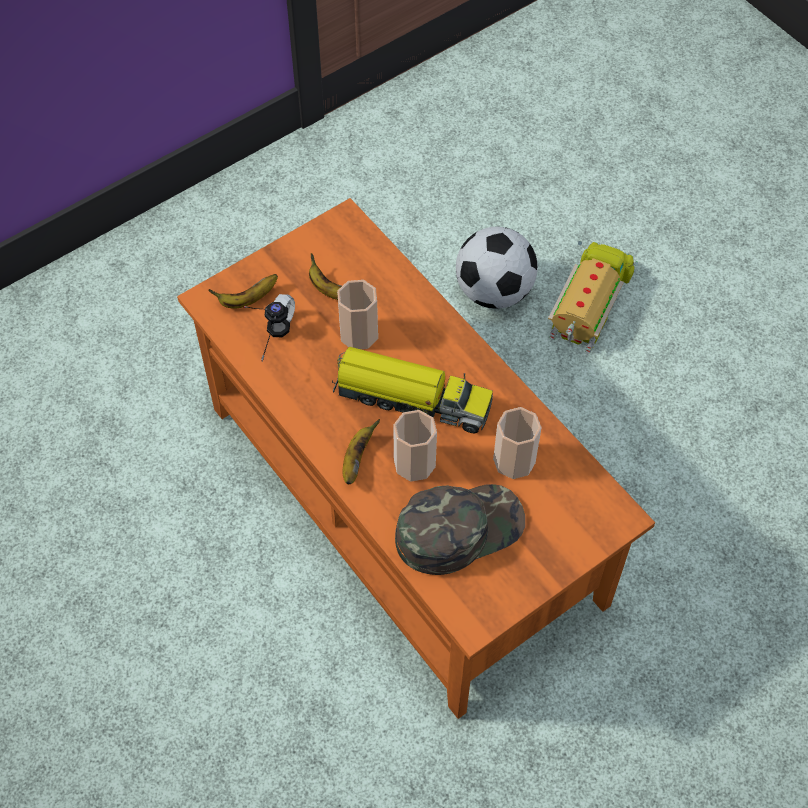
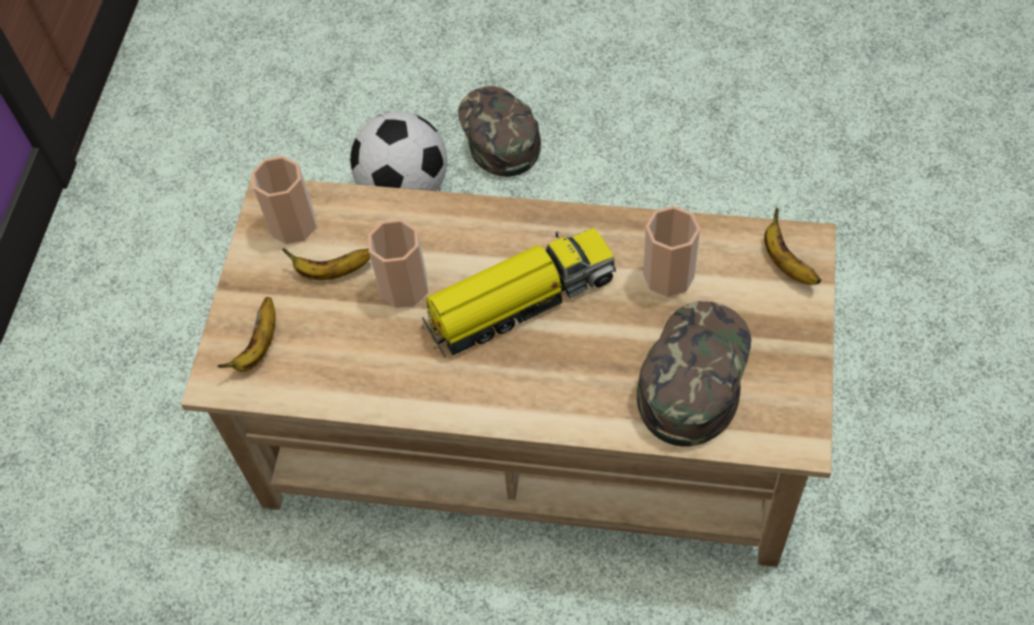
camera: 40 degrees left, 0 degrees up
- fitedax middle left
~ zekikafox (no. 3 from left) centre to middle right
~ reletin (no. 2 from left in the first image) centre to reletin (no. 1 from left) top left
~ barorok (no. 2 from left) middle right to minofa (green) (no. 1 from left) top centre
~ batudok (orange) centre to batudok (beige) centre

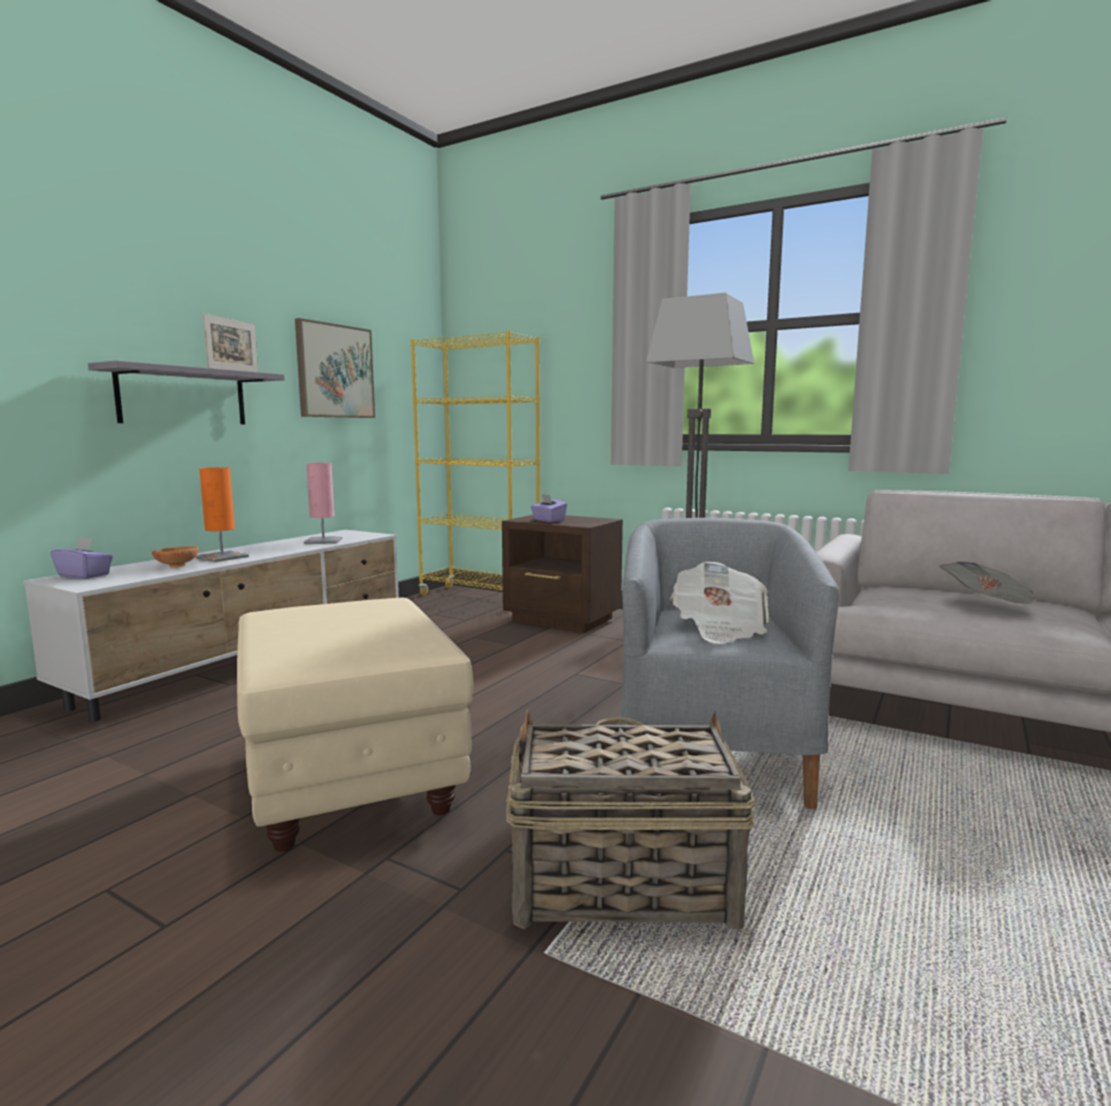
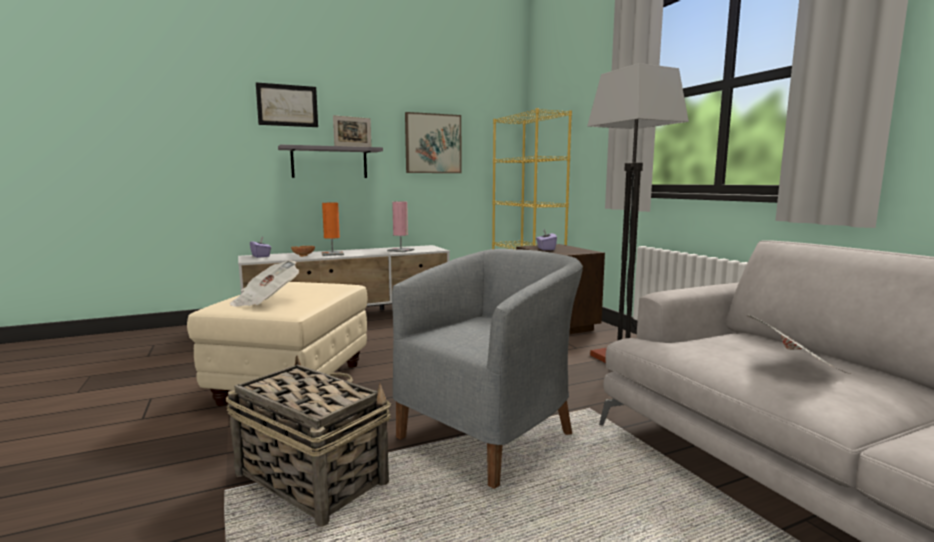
camera: 35 degrees right, 0 degrees up
+ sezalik (no. 1 from left) top left
~ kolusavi (no. 1 from left) centre to middle left

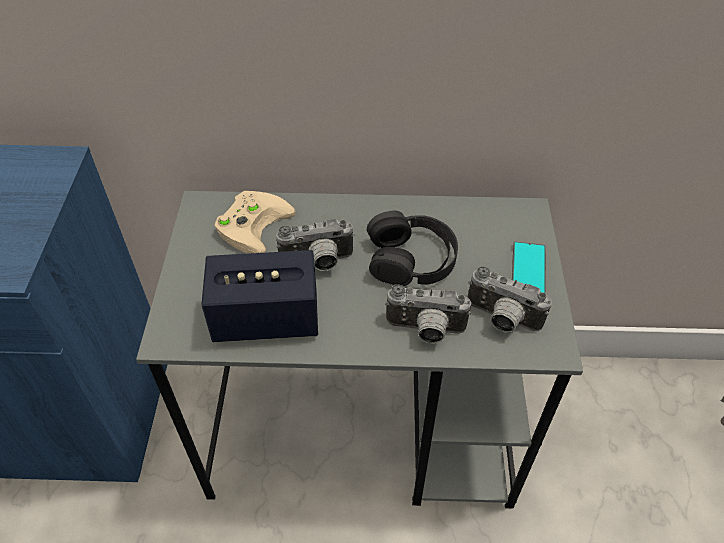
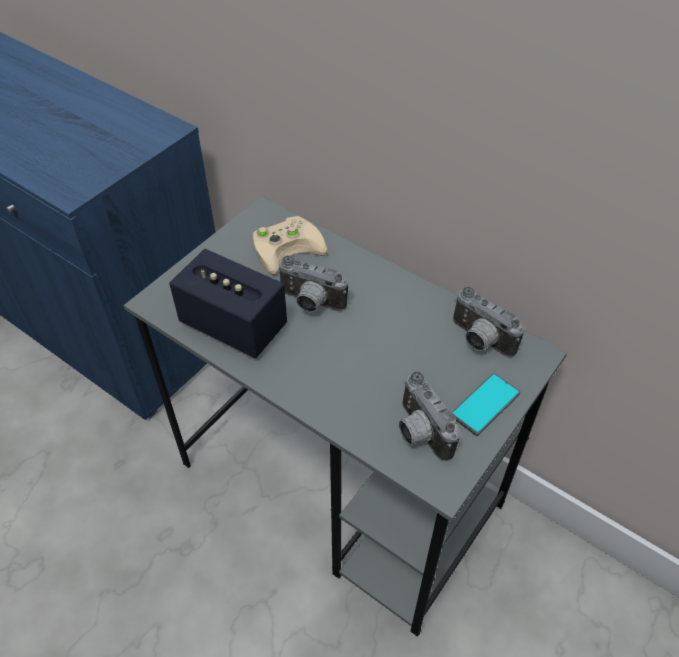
camera: 35 degrees right, 0 degrees up
- fitedax (black) centre
~ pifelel (no. 2 from left in the first image) centre to pifelel (no. 3 from left) middle right

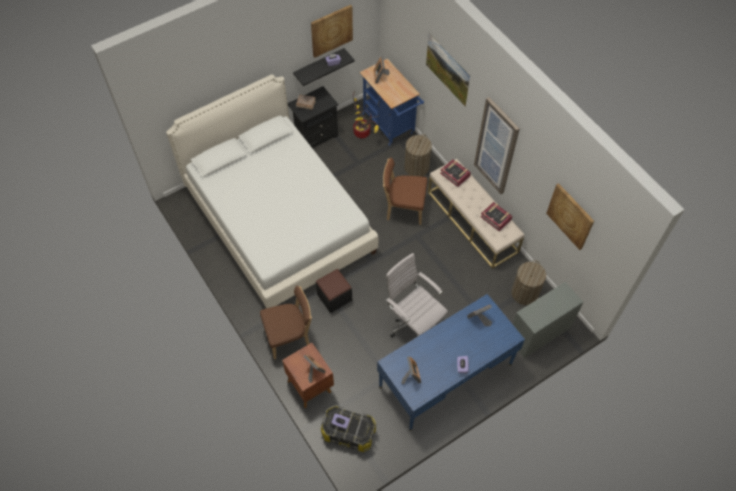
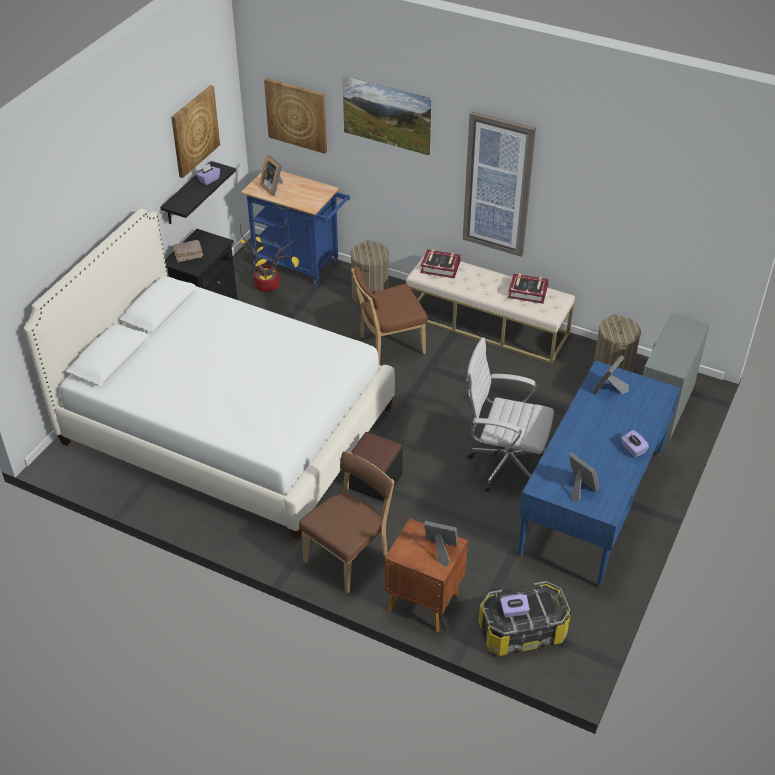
camera: 30 degrees left, 15 degrees down
~ sezalik (no. 4 from left in the first image) middle right to sezalik (no. 2 from left) top centre

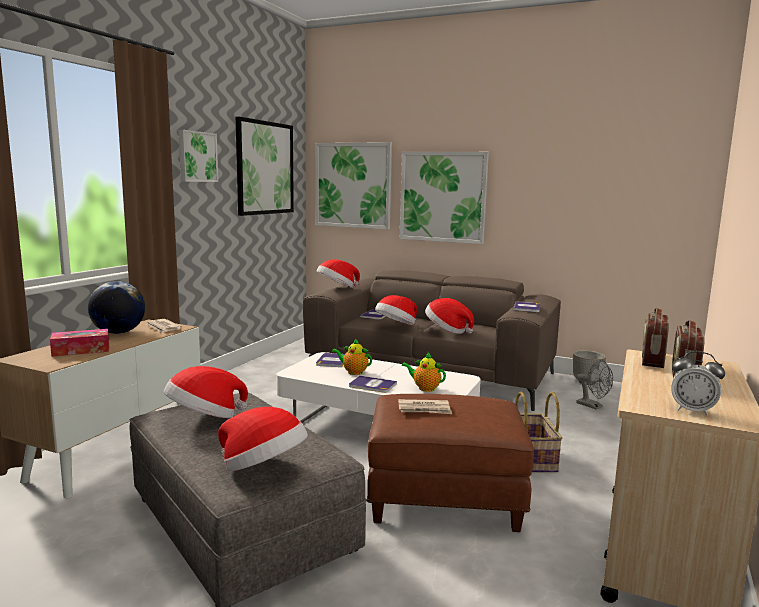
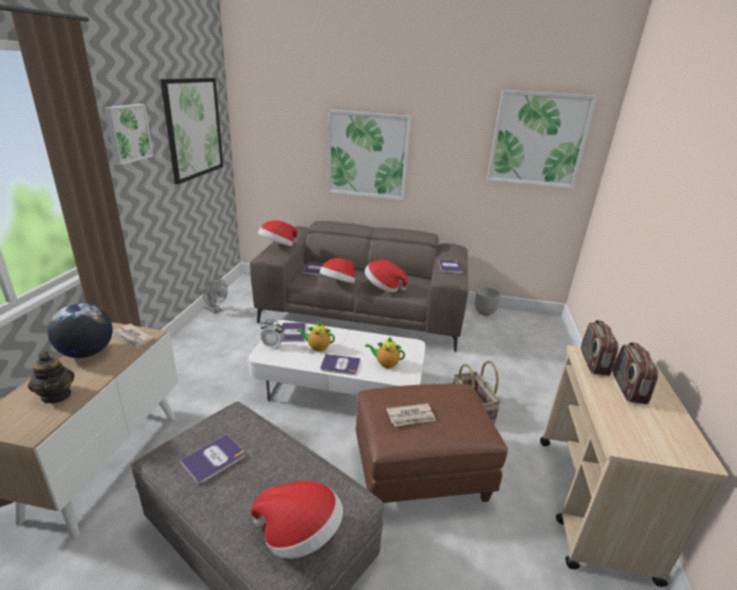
camera: 15 degrees left, 15 degrees up
~ sezalik (no. 3 from left in the first image) top centre to sezalik (no. 4 from left) top right
~ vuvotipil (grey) middle right to middle left
~ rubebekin middle right to centre
~ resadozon middle left to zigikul (no. 1 from left) middle left
~ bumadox (no. 1 from left) middle left to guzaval (no. 1 from left) bottom left

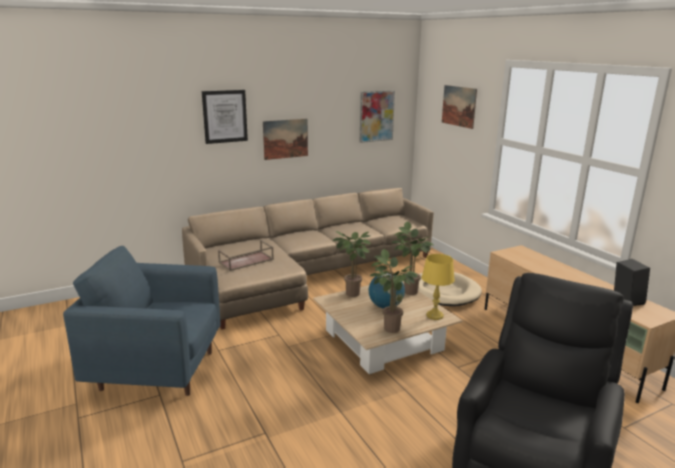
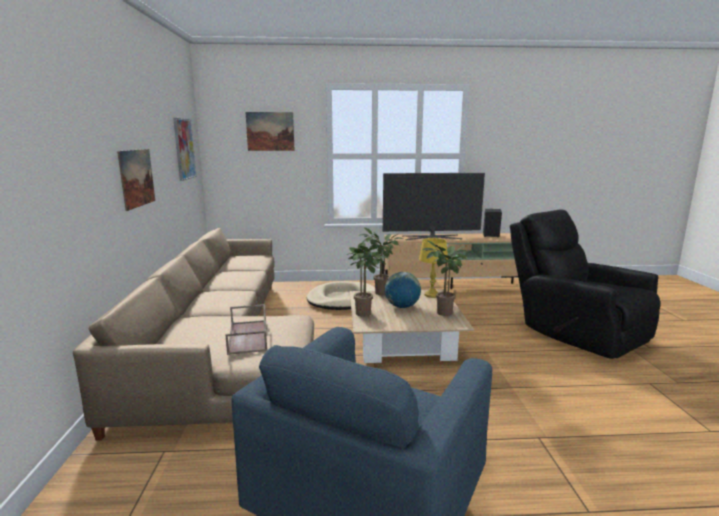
camera: 65 degrees left, 5 degrees down
- sezalik (no. 1 from left) top centre
+ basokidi centre

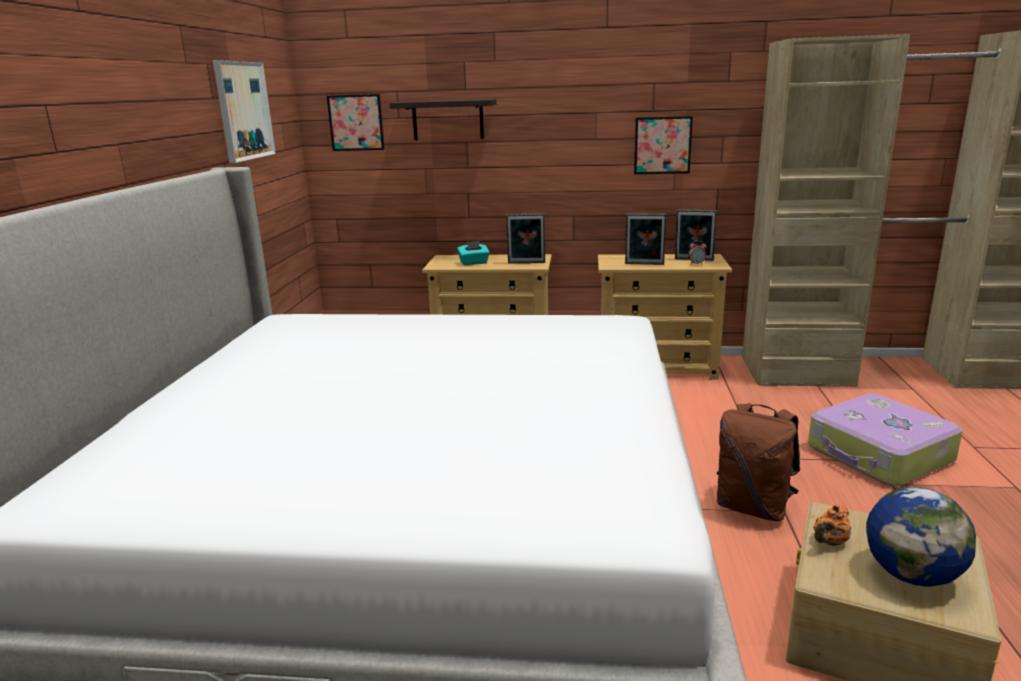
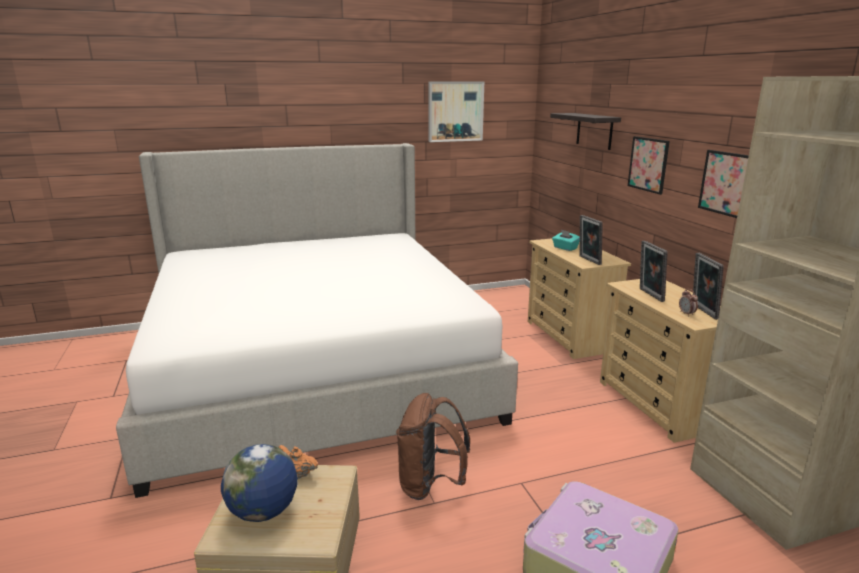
camera: 65 degrees right, 0 degrees up
~ sezalik (no. 2 from left) top centre to top right

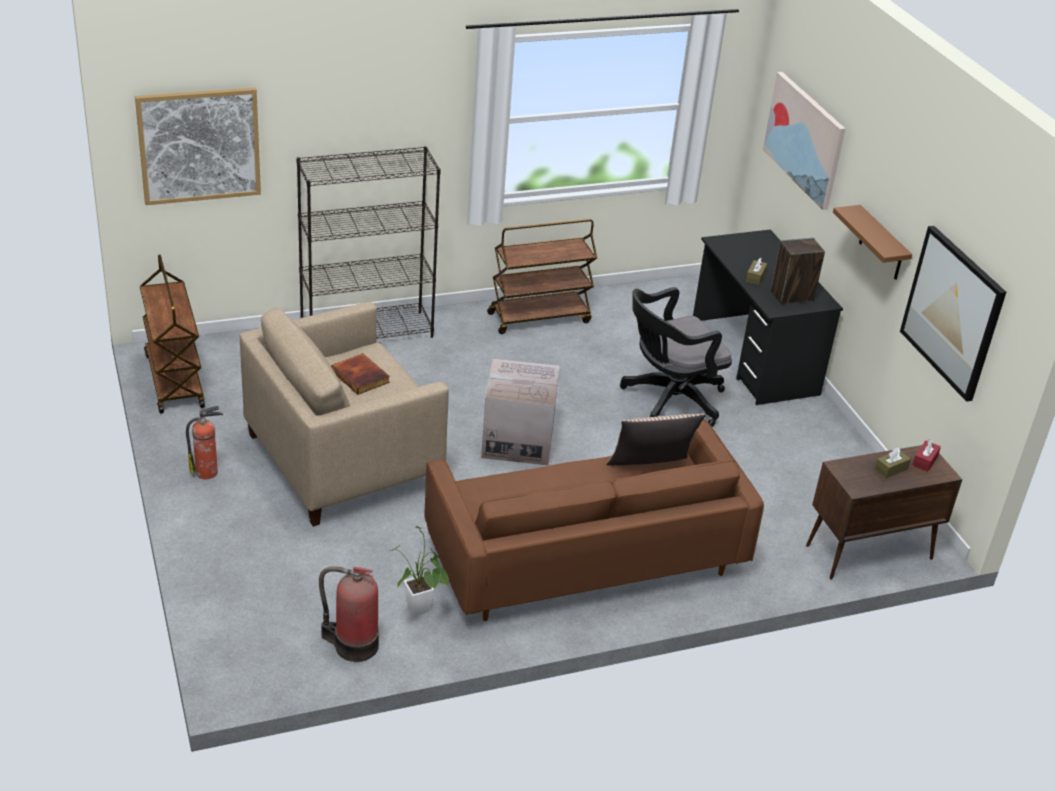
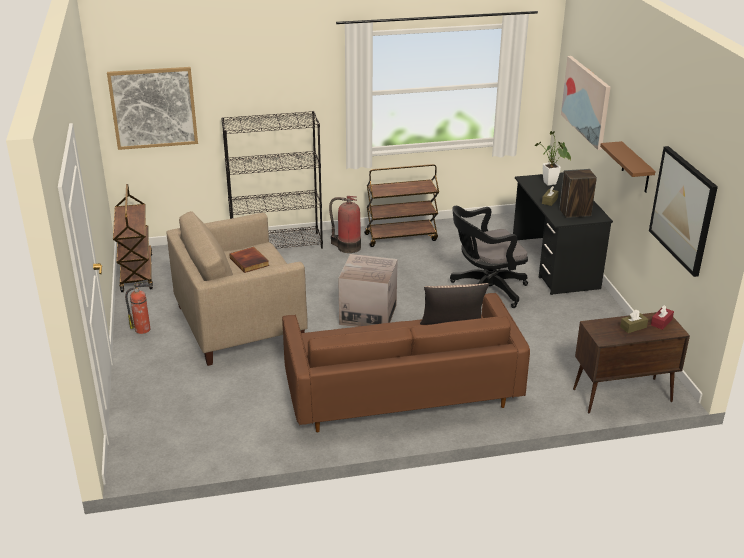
camera: 10 degrees right, 5 degrees down
~ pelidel (no. 2 from left) bottom left to centre
~ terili bottom centre to top right

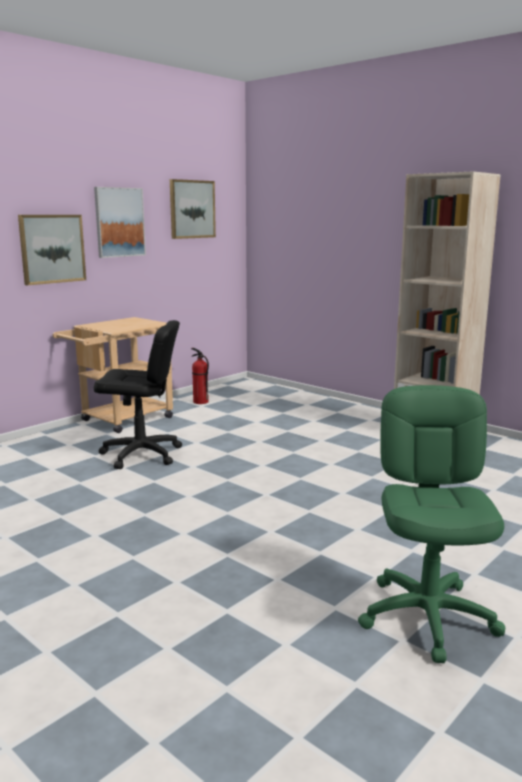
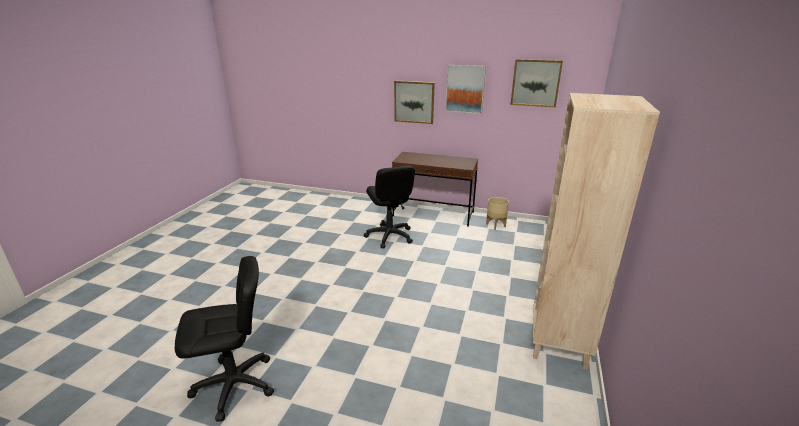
camera: 65 degrees right, 10 degrees up
~ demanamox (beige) middle left to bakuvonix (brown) centre
~ pelidel centre to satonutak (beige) centre
~ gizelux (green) bottom right to gizelux (black) (no. 1 from left) bottom left

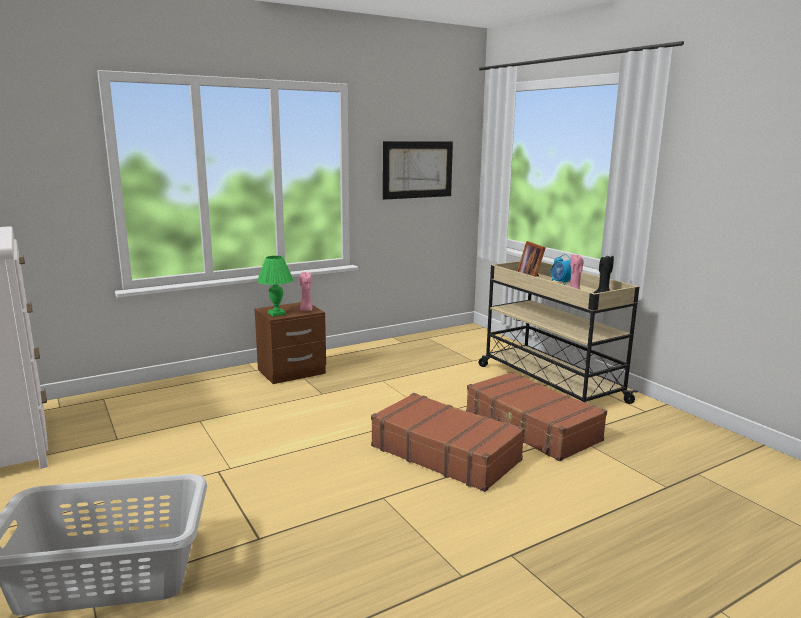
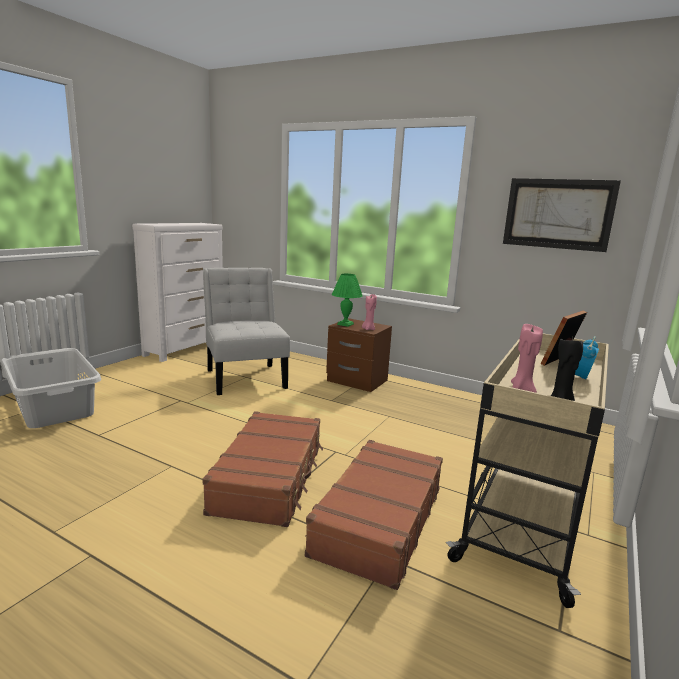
camera: 60 degrees right, 0 degrees up
+ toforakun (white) centre

